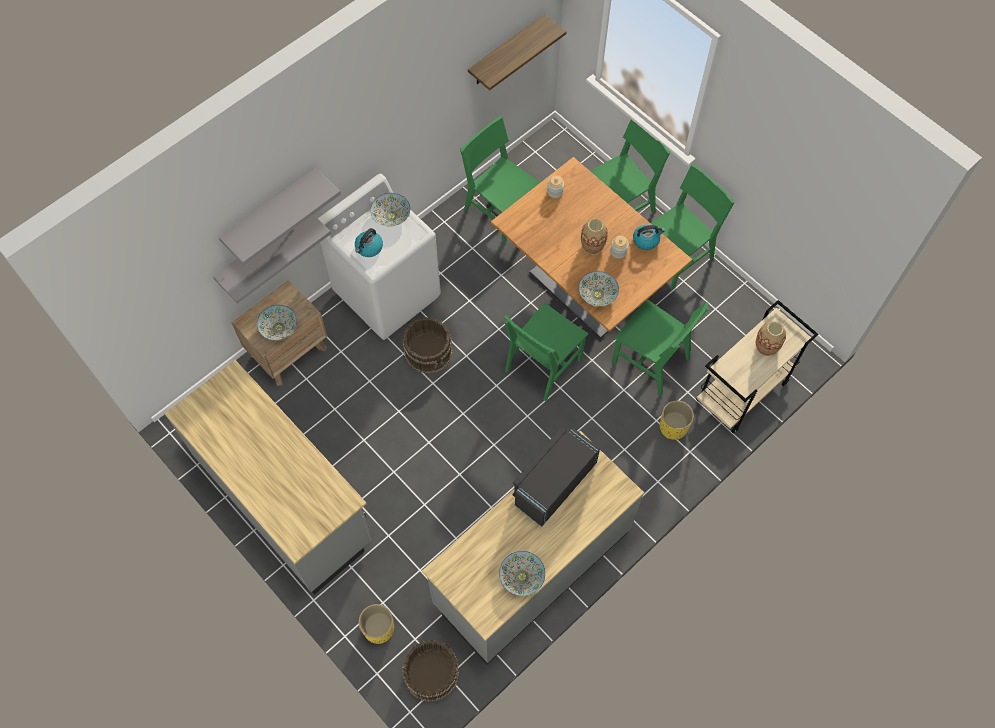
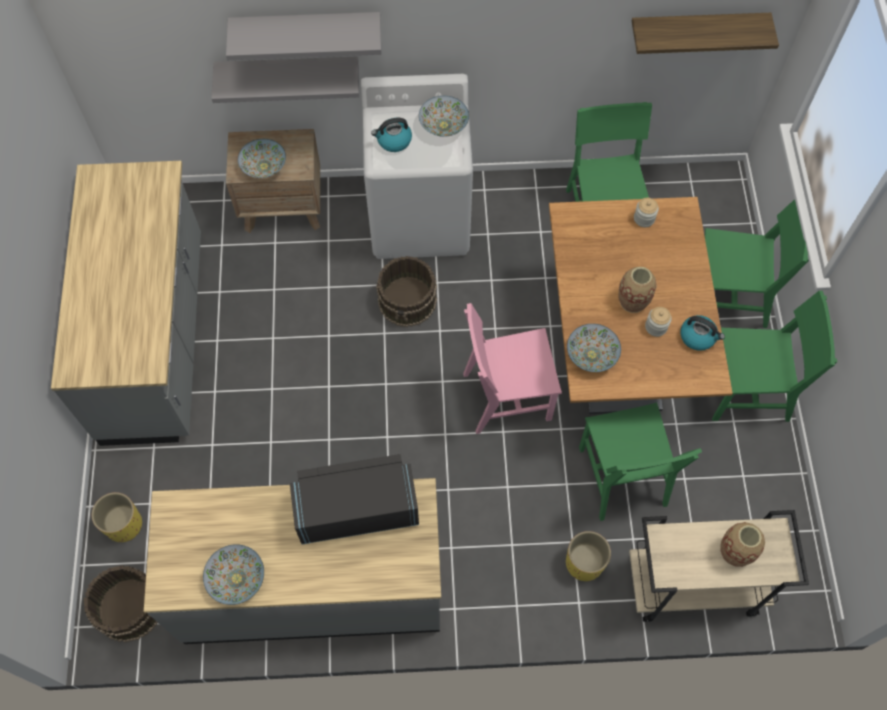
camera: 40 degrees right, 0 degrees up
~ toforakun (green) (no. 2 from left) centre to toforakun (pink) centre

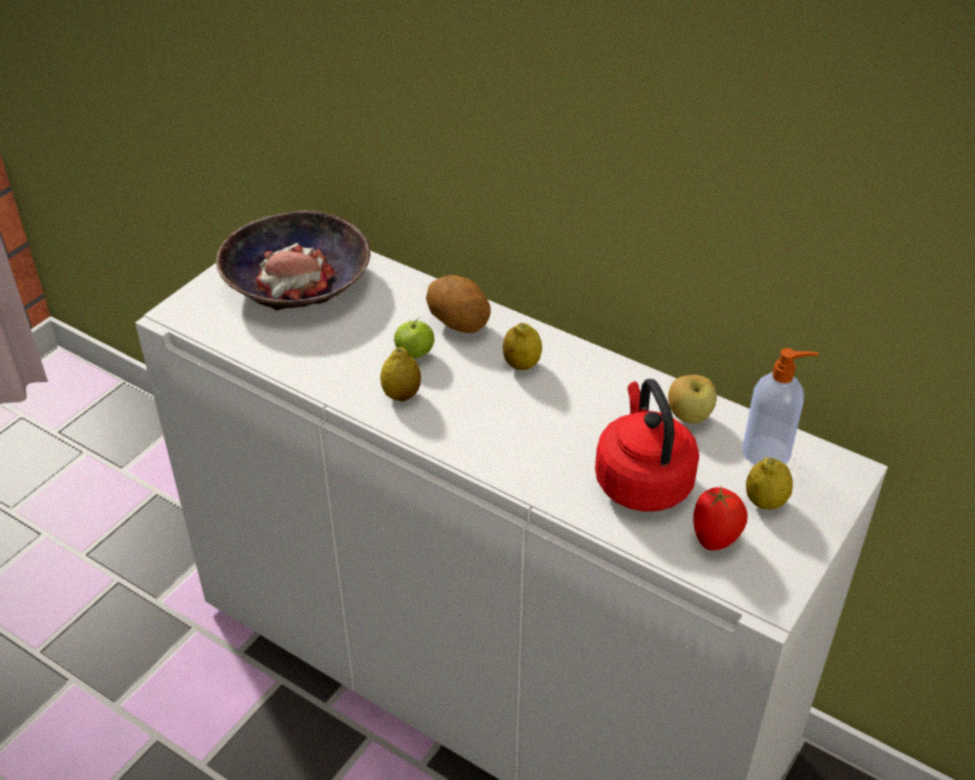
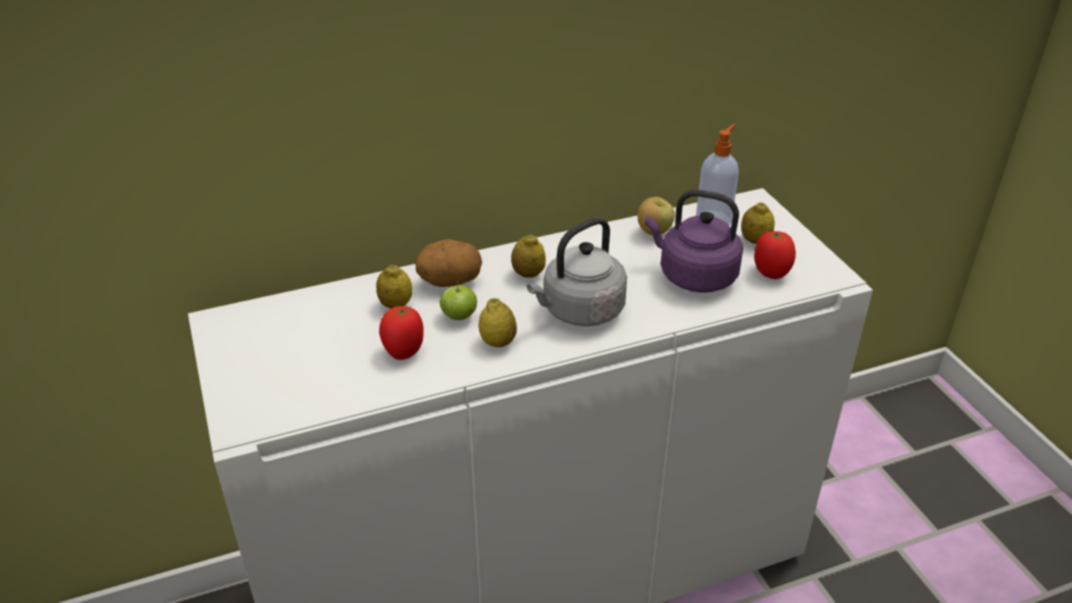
camera: 55 degrees left, 5 degrees down
- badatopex middle left
+ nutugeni (no. 1 from left) centre
+ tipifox (no. 1 from left) centre
+ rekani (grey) centre
~ rekani (red) centre to rekani (purple) centre

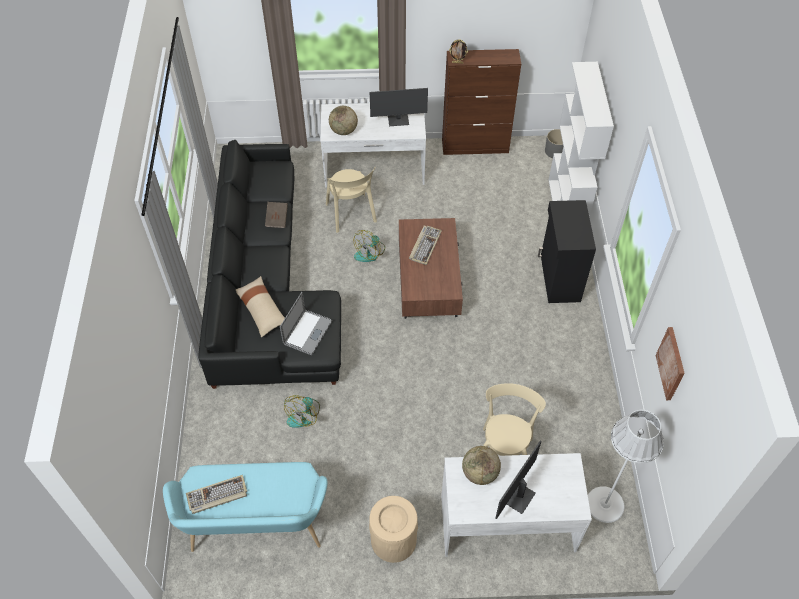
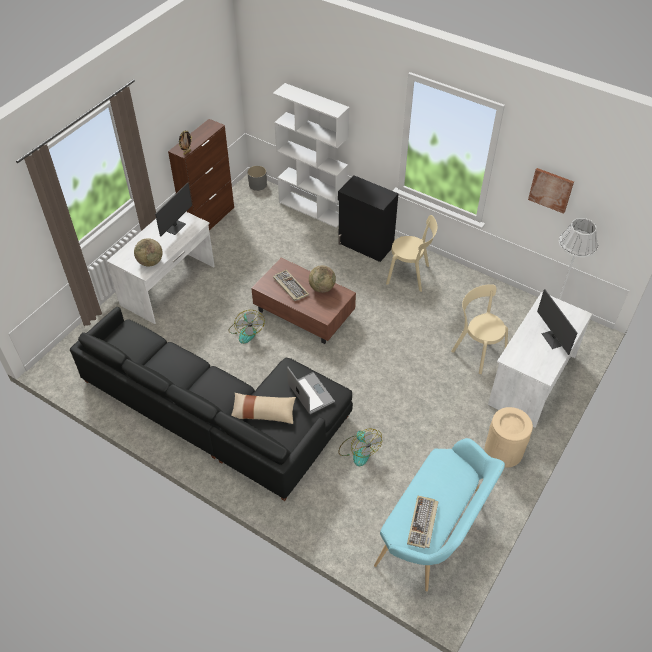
camera: 55 degrees left, 5 degrees down
- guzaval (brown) centre
~ toforakun (beige) (no. 1 from left) top centre to centre
~ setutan (no. 2 from left) bottom centre to centre

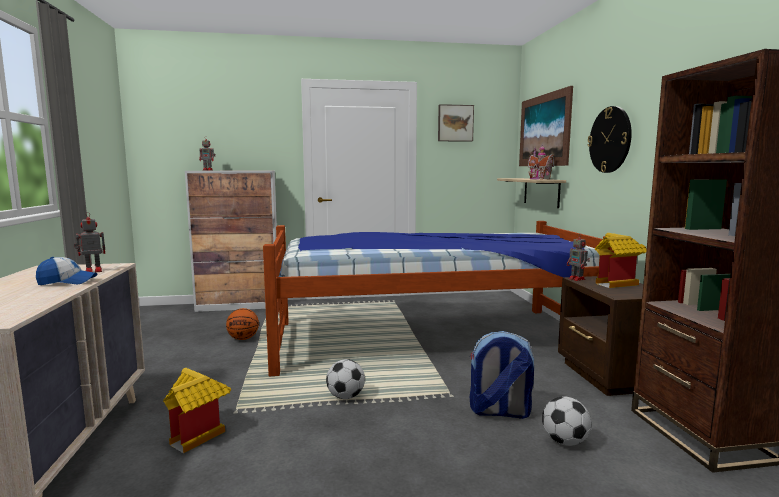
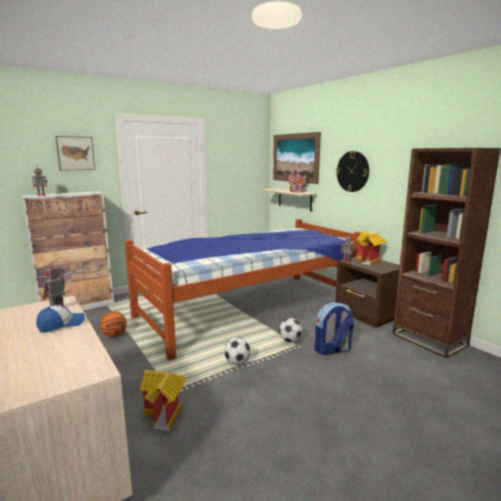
camera: 25 degrees left, 5 degrees up
~ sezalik (no. 1 from left) top centre to top left
~ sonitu (no. 2 from left) bottom right to centre

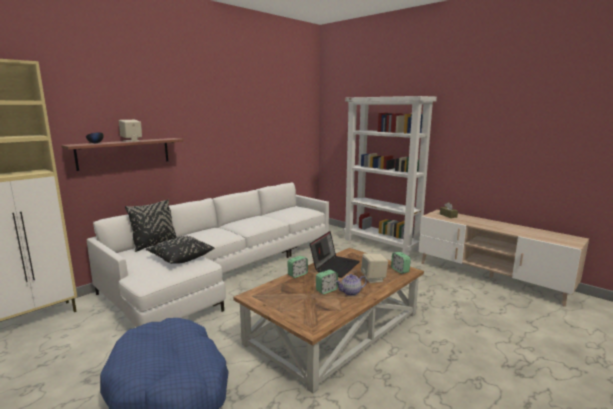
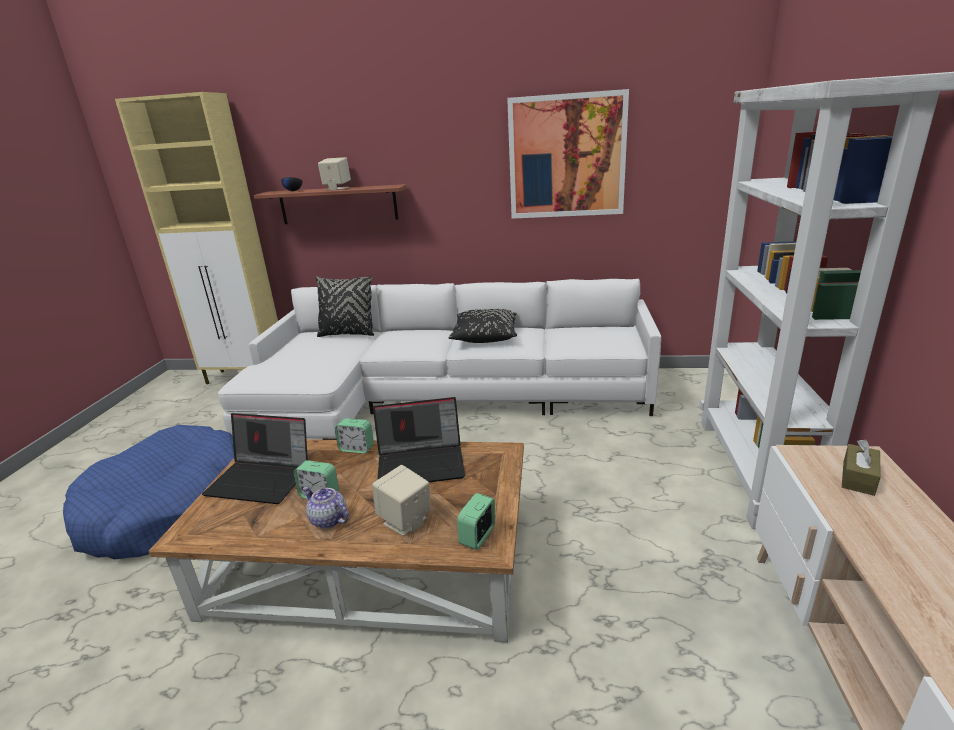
camera: 55 degrees right, 10 degrees up
+ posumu (no. 1 from left) middle left
+ sezalik top centre
~ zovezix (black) (no. 2 from left) middle left to centre

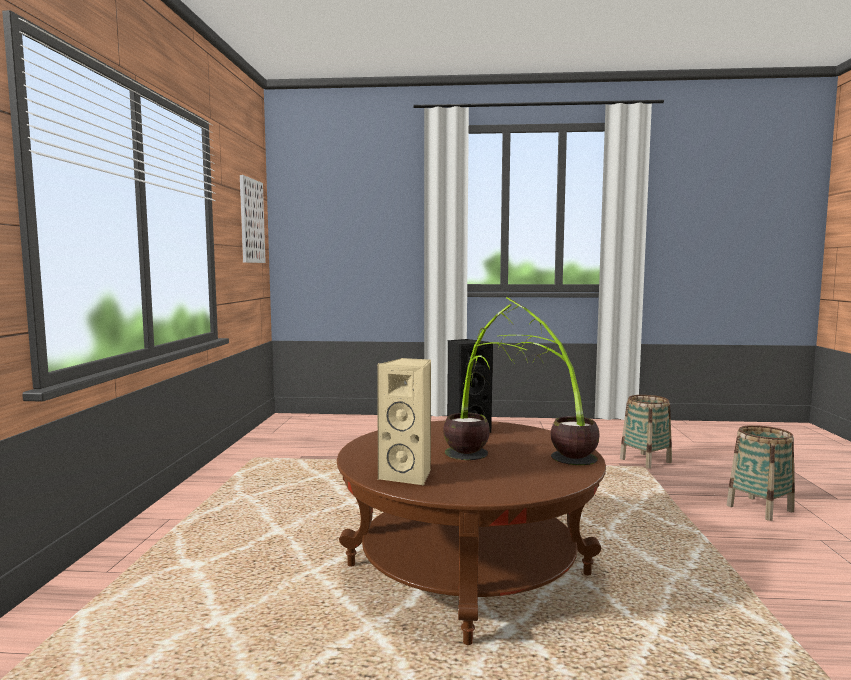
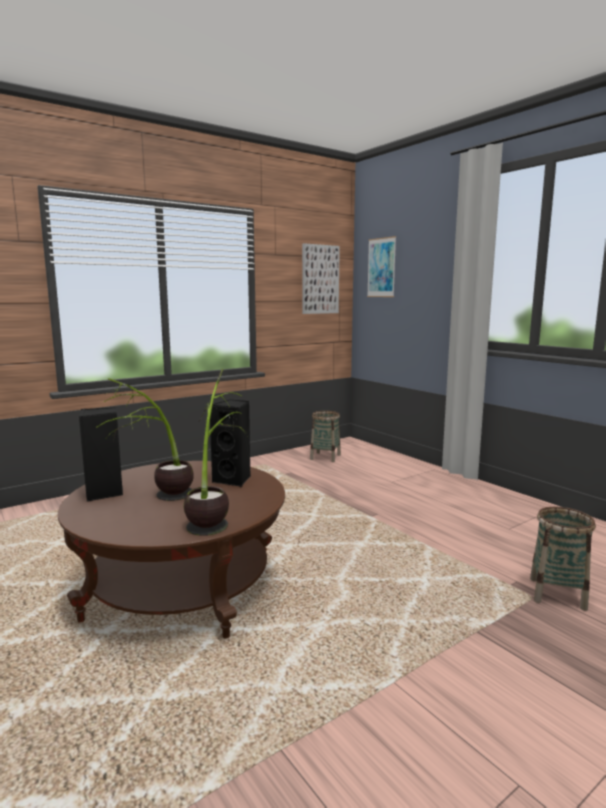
camera: 50 degrees right, 5 degrees up
+ sezalik (no. 2 from left) top centre
~ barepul (no. 2 from left in the first image) bottom right to barepul (no. 1 from left) centre
~ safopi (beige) centre to safopi (black) (no. 1 from left) middle left

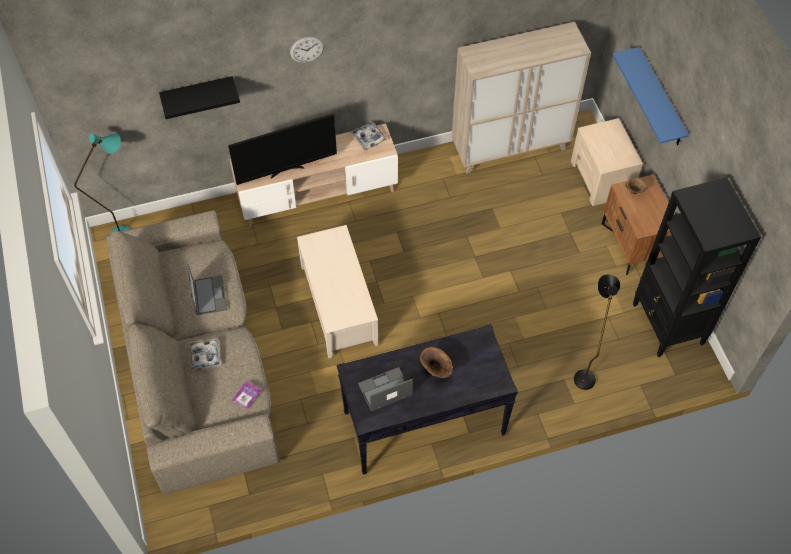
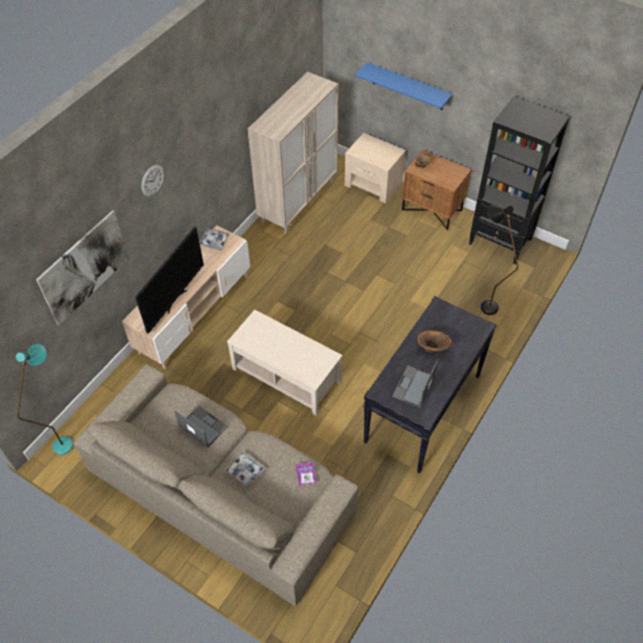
camera: 40 degrees left, 5 degrees down
~ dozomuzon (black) top left to sezalik middle left

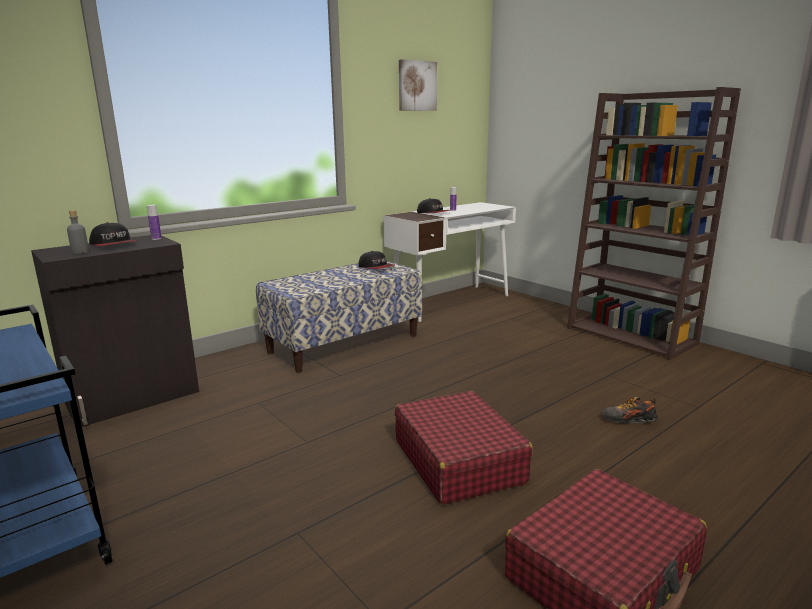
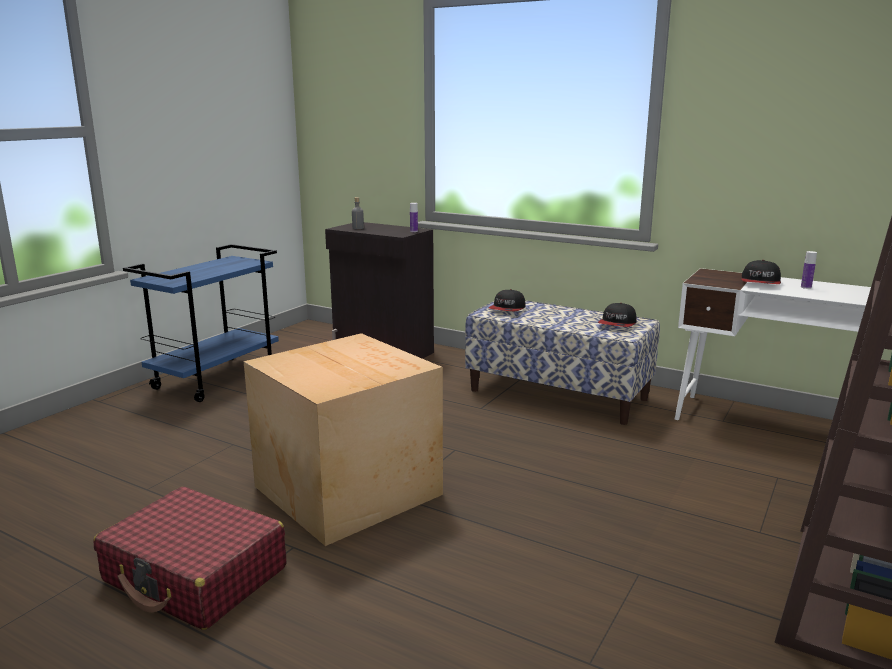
camera: 70 degrees right, 0 degrees up
- sezalik top centre
- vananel bottom right
~ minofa (no. 1 from left) middle left to centre
~ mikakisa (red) (no. 1 from left) bottom centre to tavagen centre

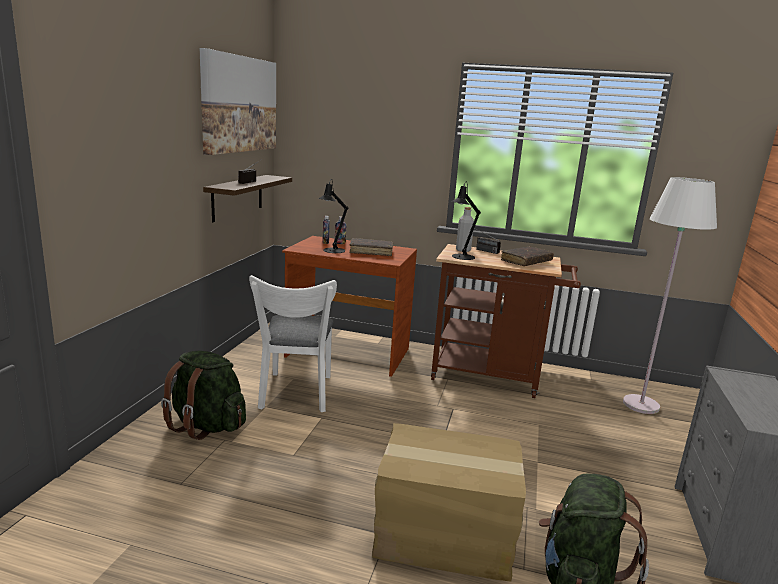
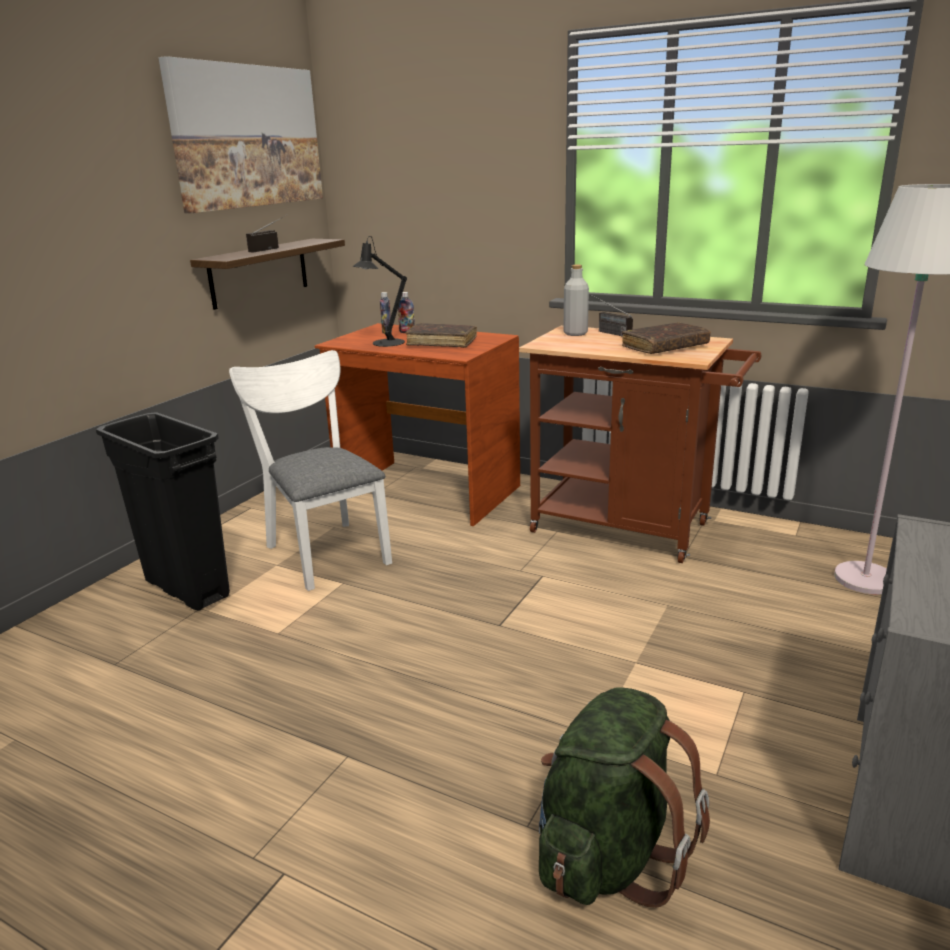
camera: 15 degrees right, 5 degrees up
- tavagen bottom centre
- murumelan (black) (no. 2 from left) centre
~ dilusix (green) (no. 1 from left) bottom left to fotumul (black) middle left
~ toforakun (white) centre = middle left 135 degrees clockwise

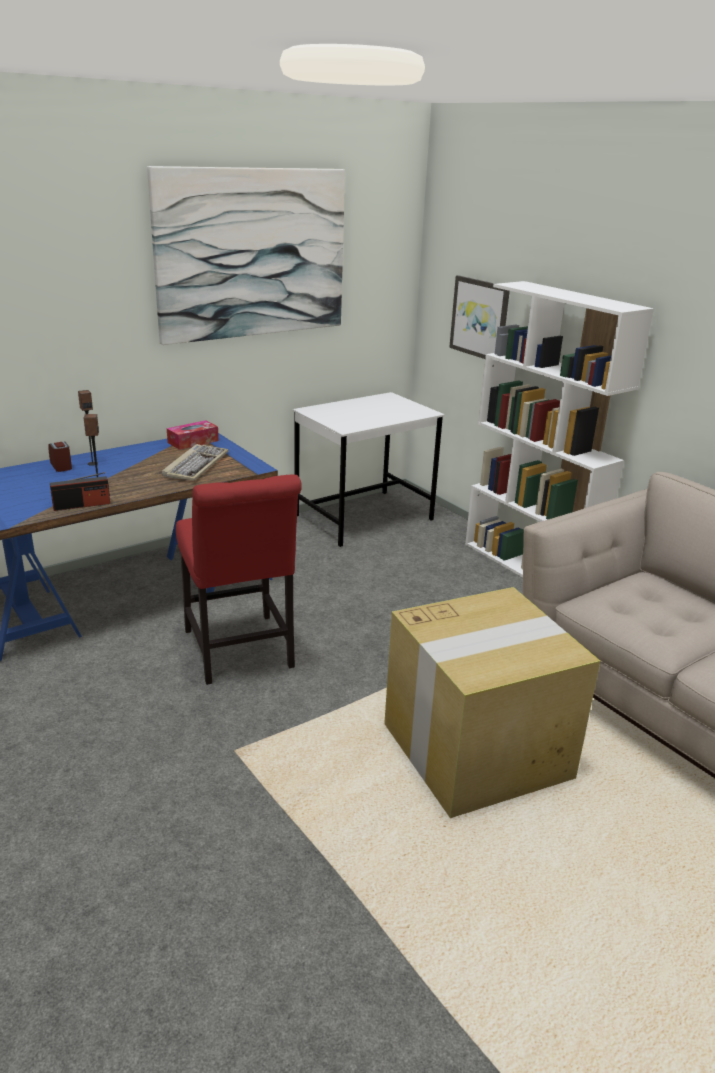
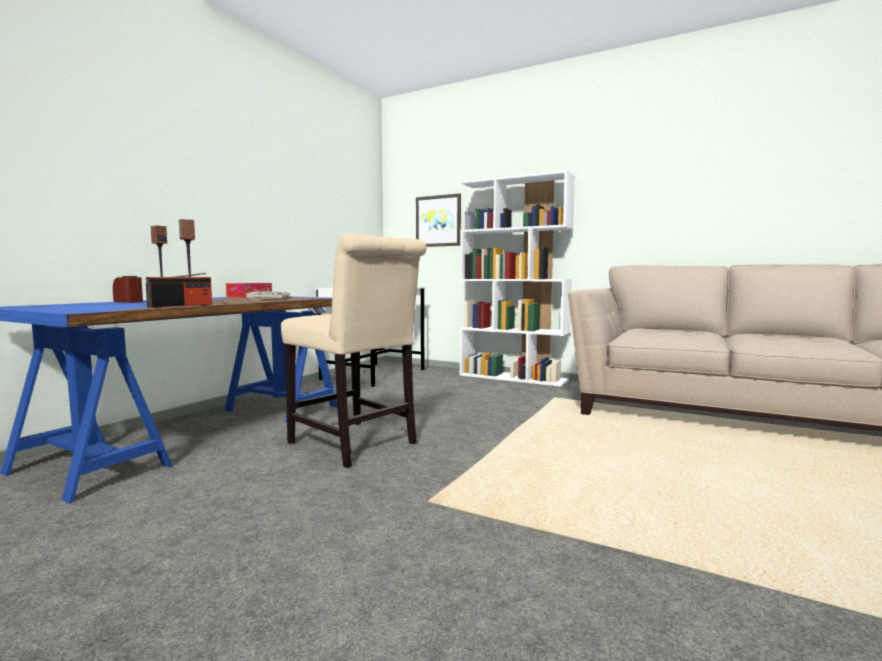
camera: 25 degrees left, 20 degrees down
- sezalik (no. 1 from left) top centre
- tavagen middle right
~ toforakun (red) centre to toforakun (beige) centre

